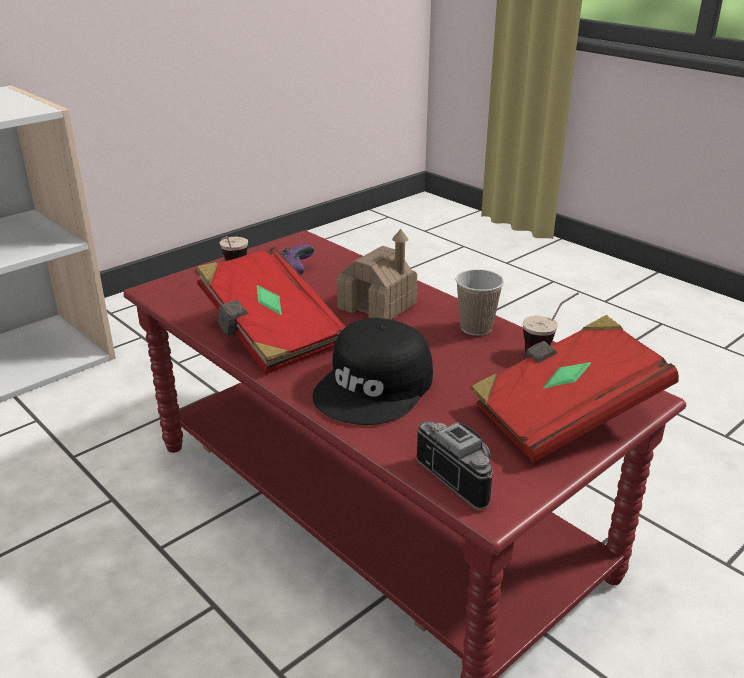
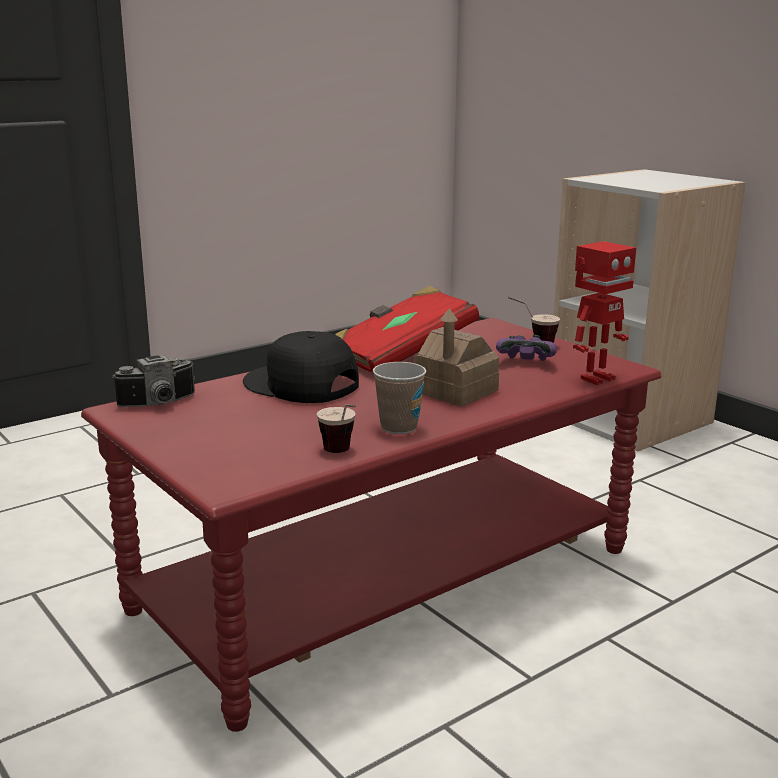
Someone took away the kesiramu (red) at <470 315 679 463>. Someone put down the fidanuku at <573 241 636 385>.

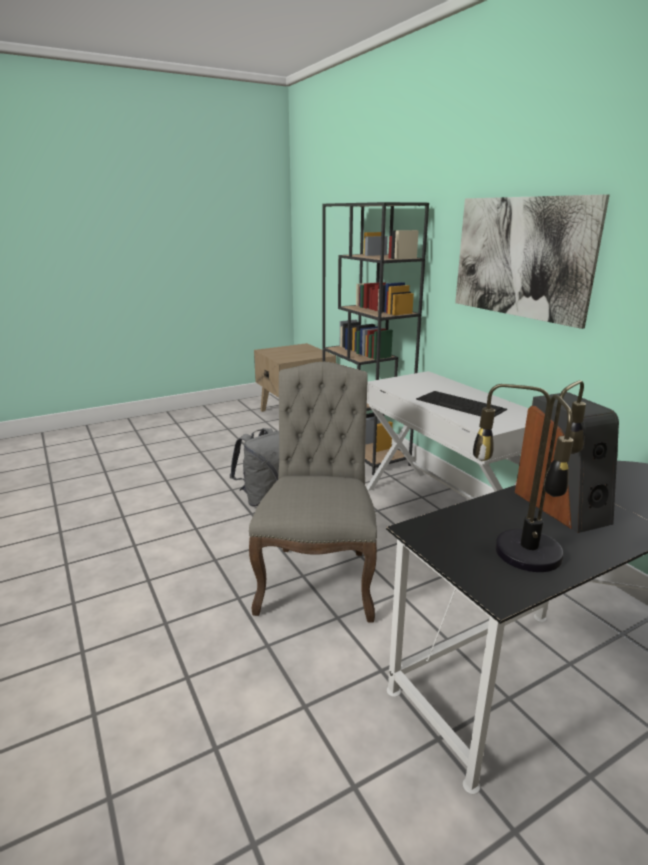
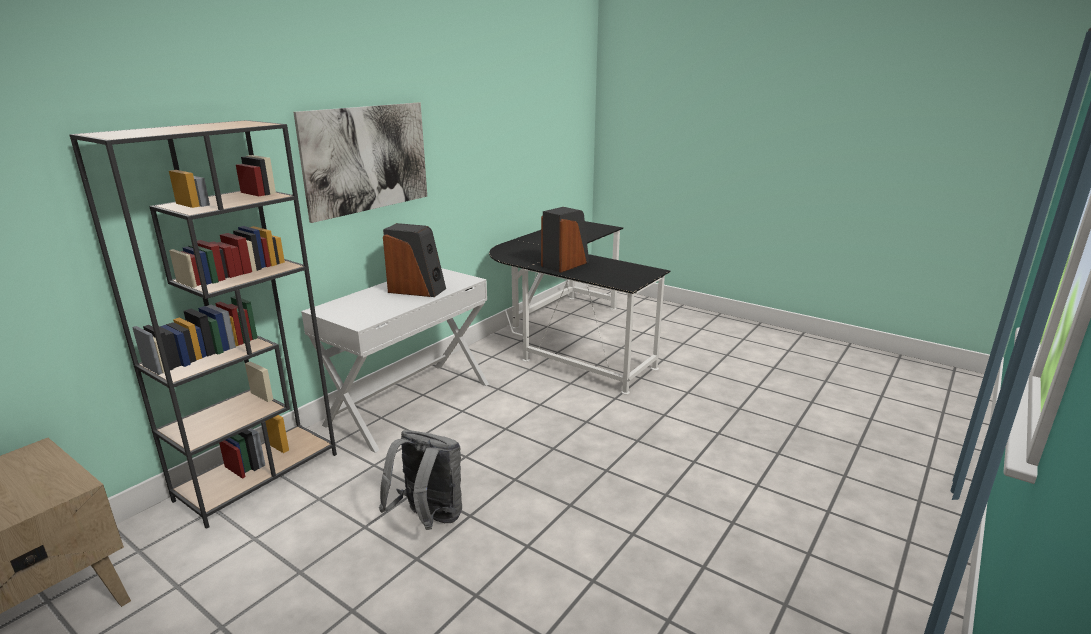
Someone took away the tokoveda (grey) at <249 361 377 623>. Someone took away the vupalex at <473 380 586 572>. Someone swapped the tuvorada at <416 391 507 417> for the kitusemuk at <383 223 446 297>.

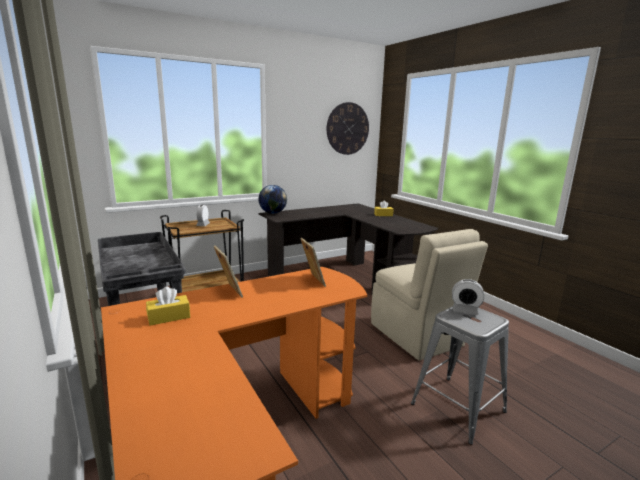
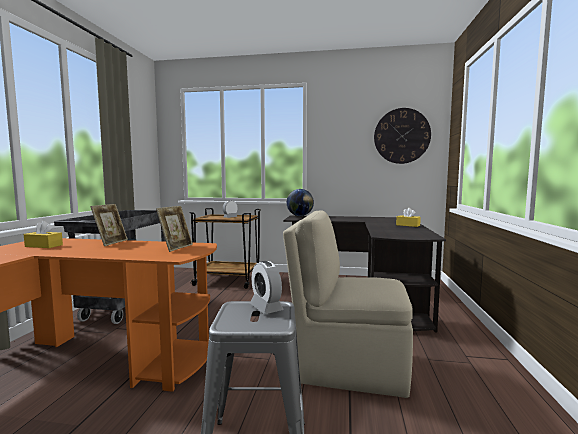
Someone rotated the tokoveda (beige) at <371 229 488 361> by 90 degrees clockwise.

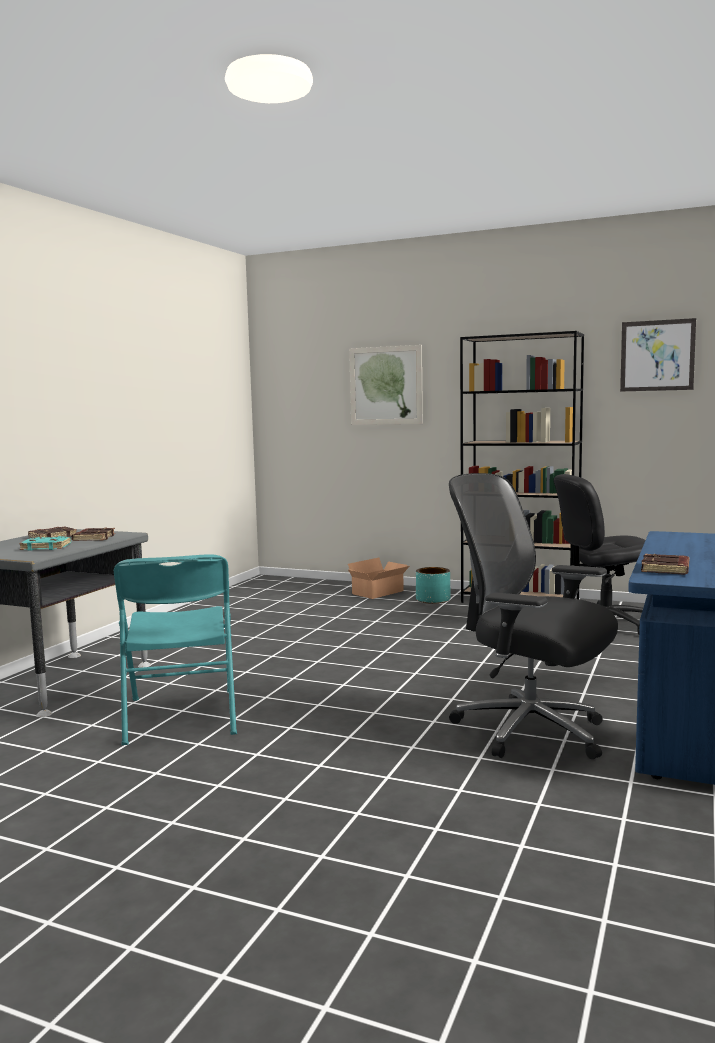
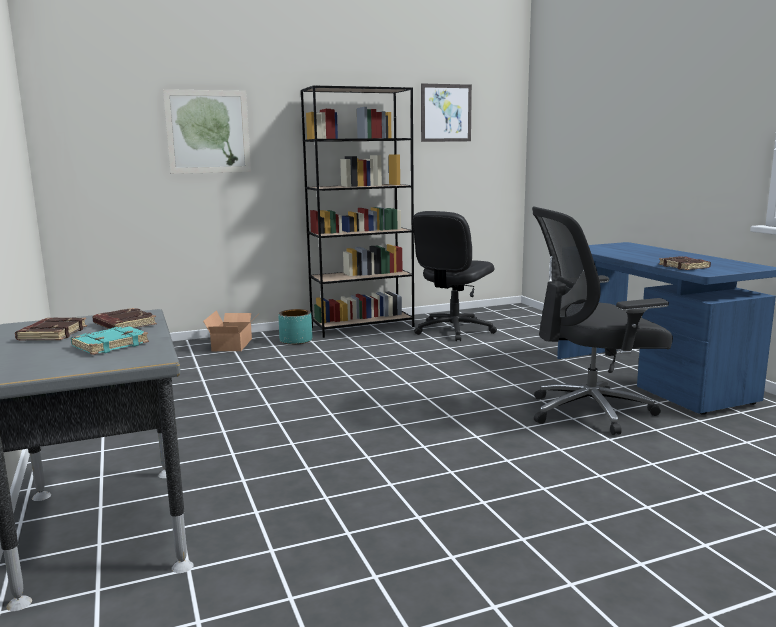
Someone took away the tokoveda (turquoise) at <114 554 237 745>.

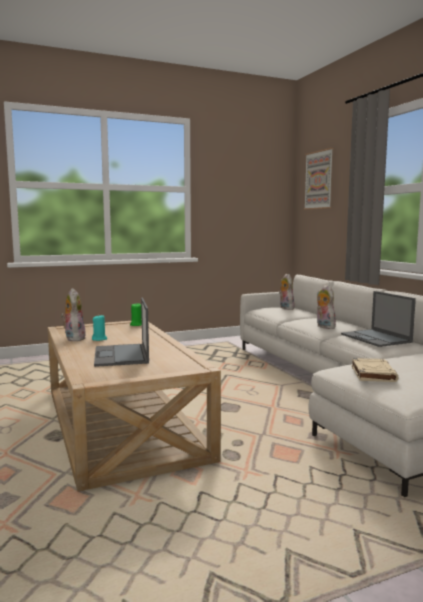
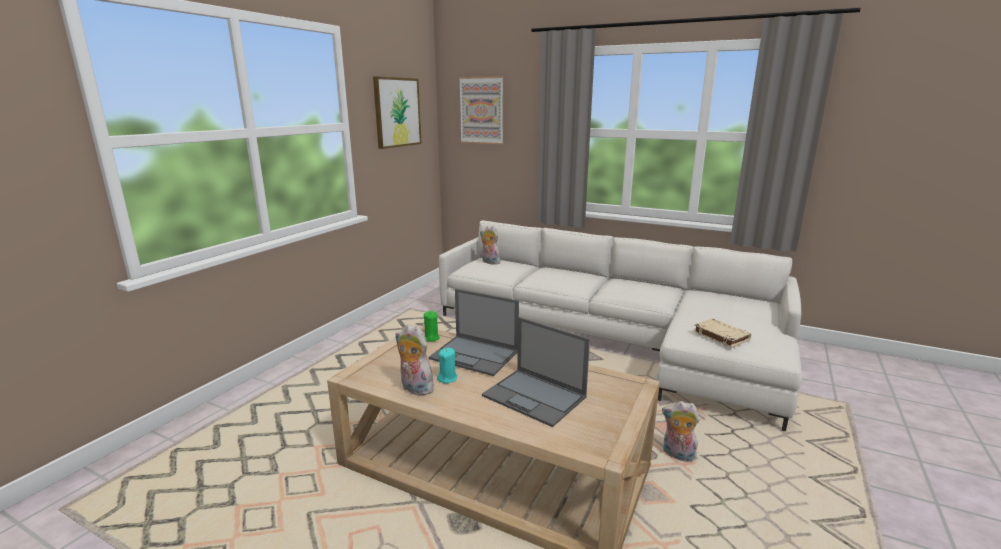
Someone carried the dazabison from <317 285 336 329> to <662 401 700 462>. Someone carried the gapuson from <341 291 416 347> to <428 289 519 376>. Someone put up the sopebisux at <373 76 422 149>.

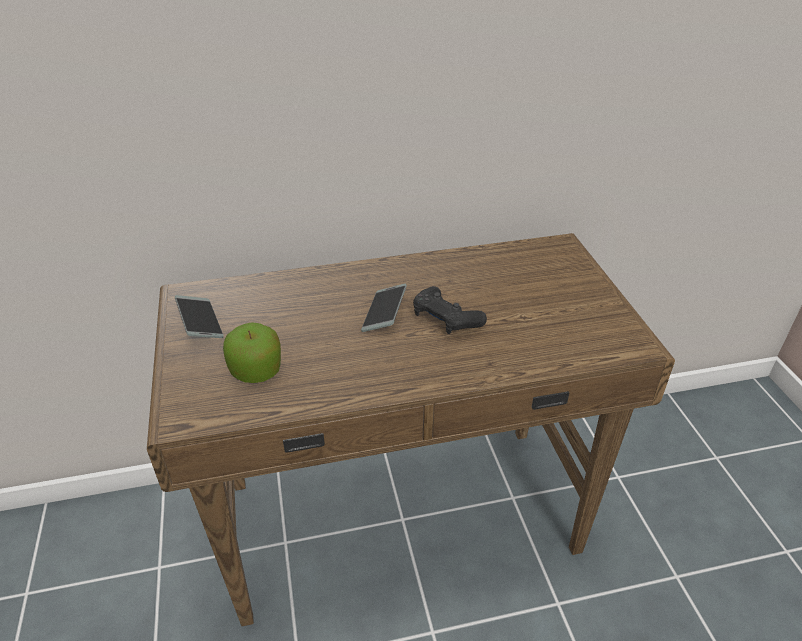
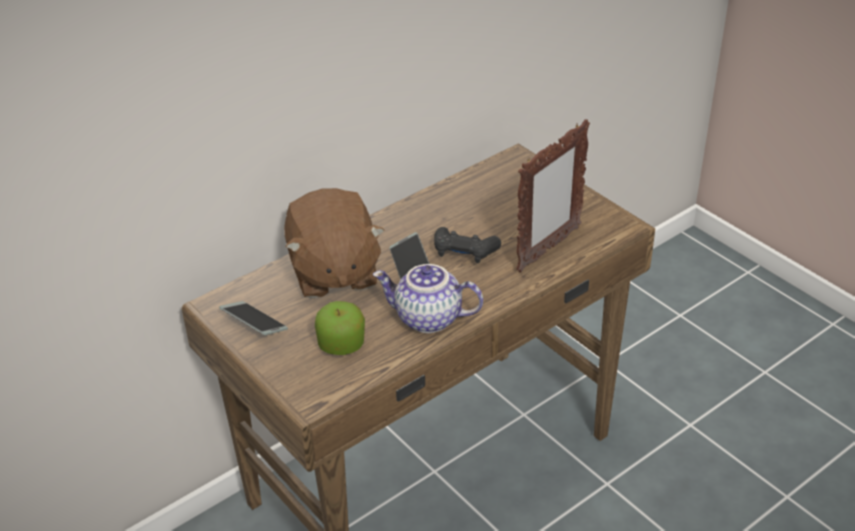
Someone put down the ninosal at <516 119 590 272>. Someone put down the dazabison (brown) at <284 188 385 298>. Someone put down the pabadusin at <373 264 483 333>.

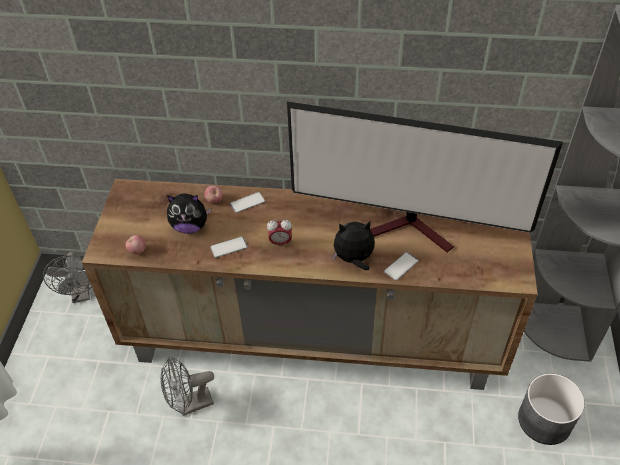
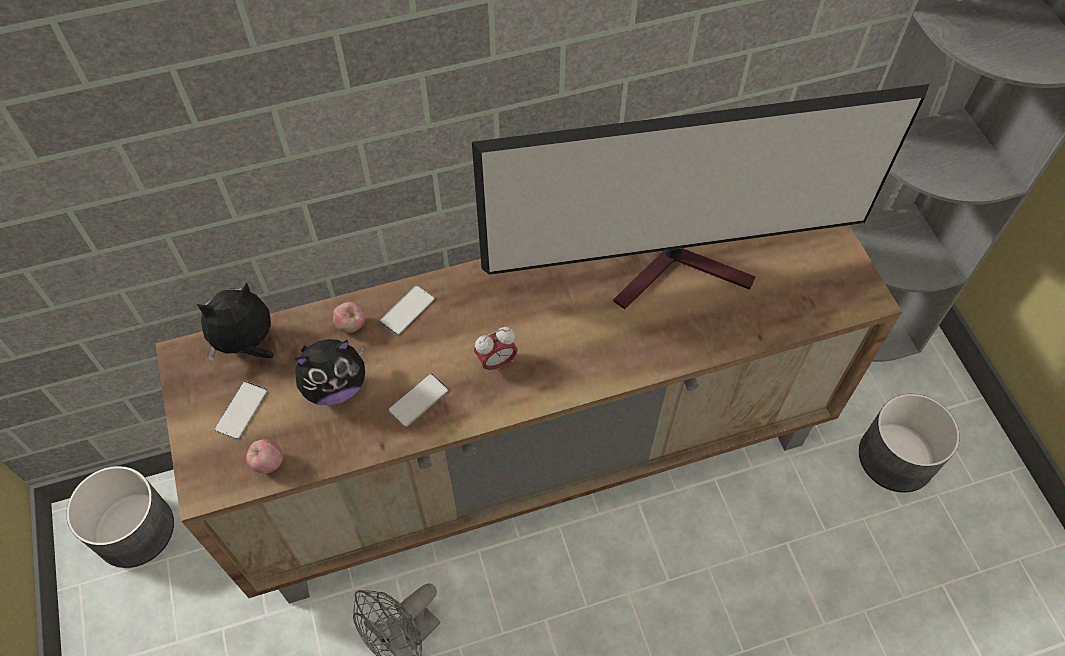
Someone carried the dazabison from <332 220 375 270> to <197 283 274 361>. Someone swapped the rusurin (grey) at <43 252 92 303> for the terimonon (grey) at <66 466 174 568>. Someone carried the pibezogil from <384 252 419 280> to <215 381 268 439>.

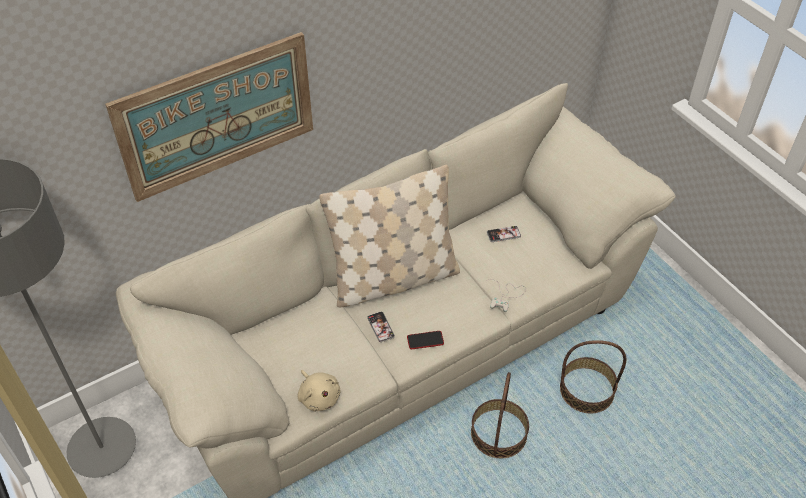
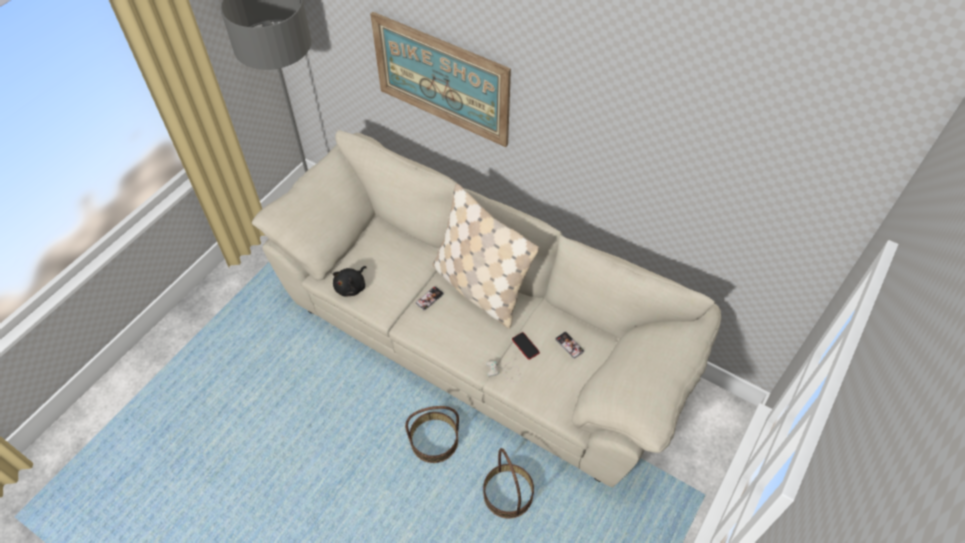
Someone carried the pibezogil from <407 331 444 349> to <512 332 540 360>. Someone repainted the dazabison (beige) at <298 370 341 411>, which became the dazabison (black) at <333 266 367 297>.

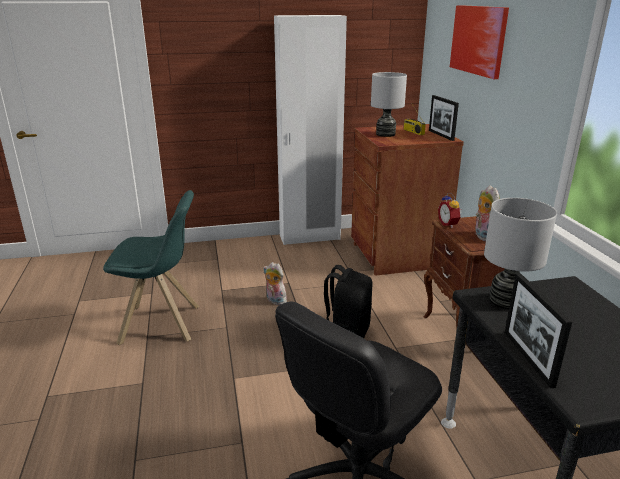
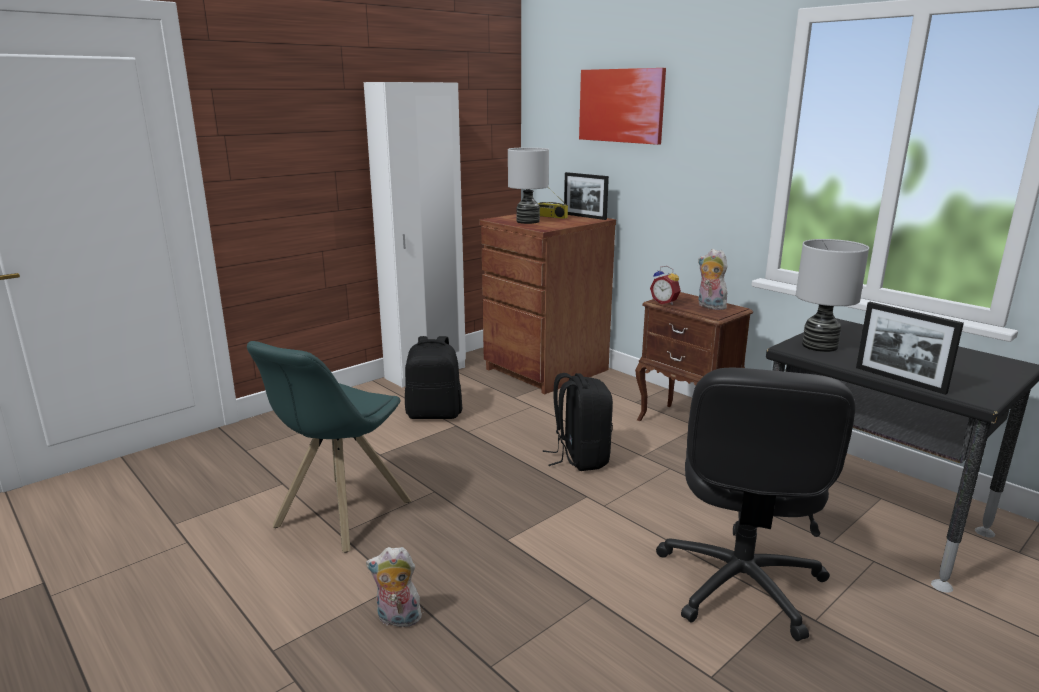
Someone rotated the tokoveda (turquoise) at <103 190 199 345> by 150 degrees clockwise. Someone carried the dazabison from <263 262 289 305> to <366 547 426 627>. Someone put down the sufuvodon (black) at <405 336 462 419>.

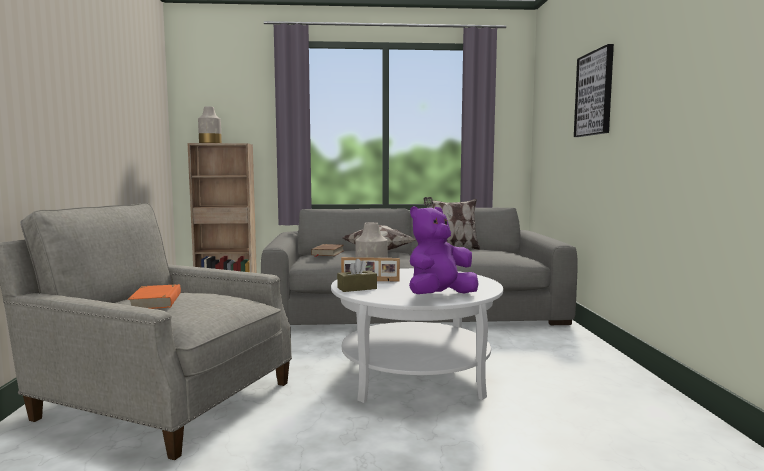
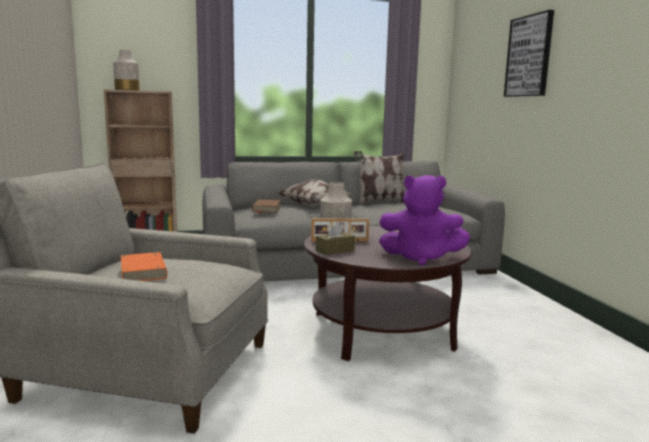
Someone rotated the dazabison (purple) at <409 206 479 294> by 120 degrees counterclockwise. Someone repainted the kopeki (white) at <331 268 503 403>, which became the kopeki (brown) at <304 226 472 361>.

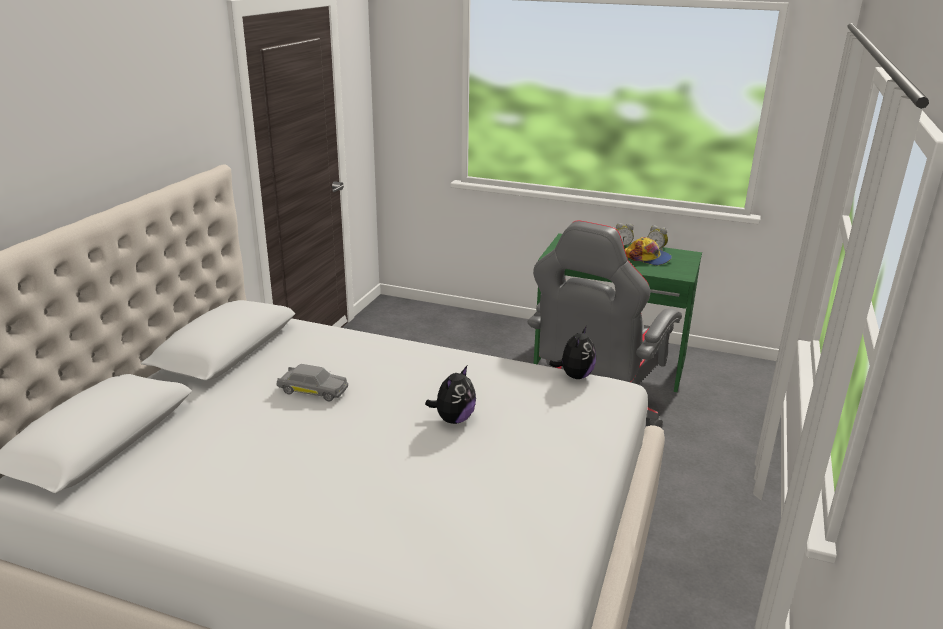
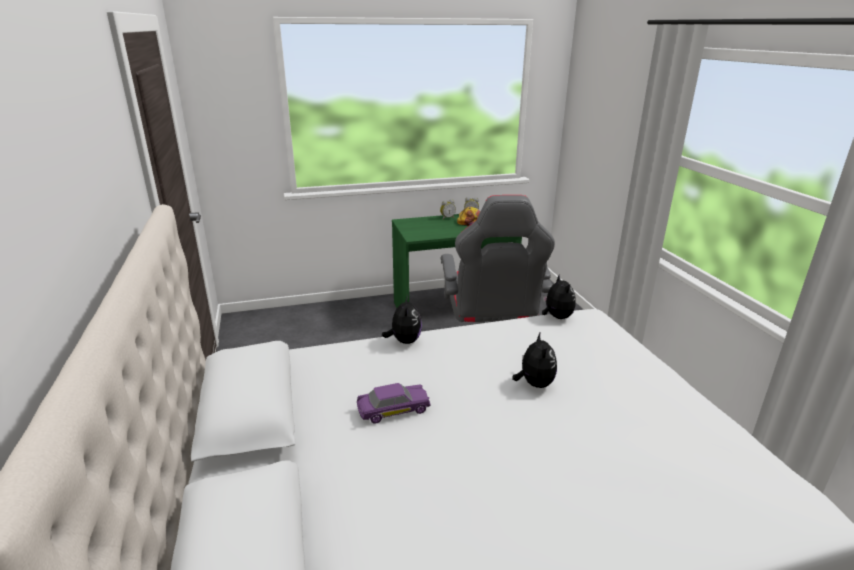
Someone repainted the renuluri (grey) at <277 364 348 402>, which became the renuluri (purple) at <357 383 431 424>. Someone put down the dazabison at <382 295 422 344>.

